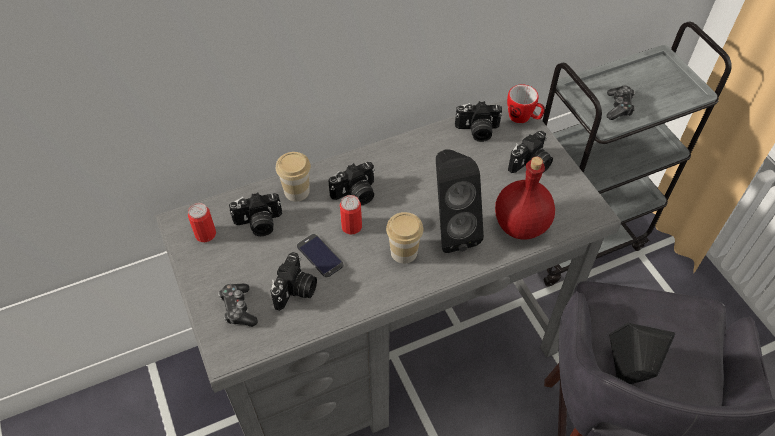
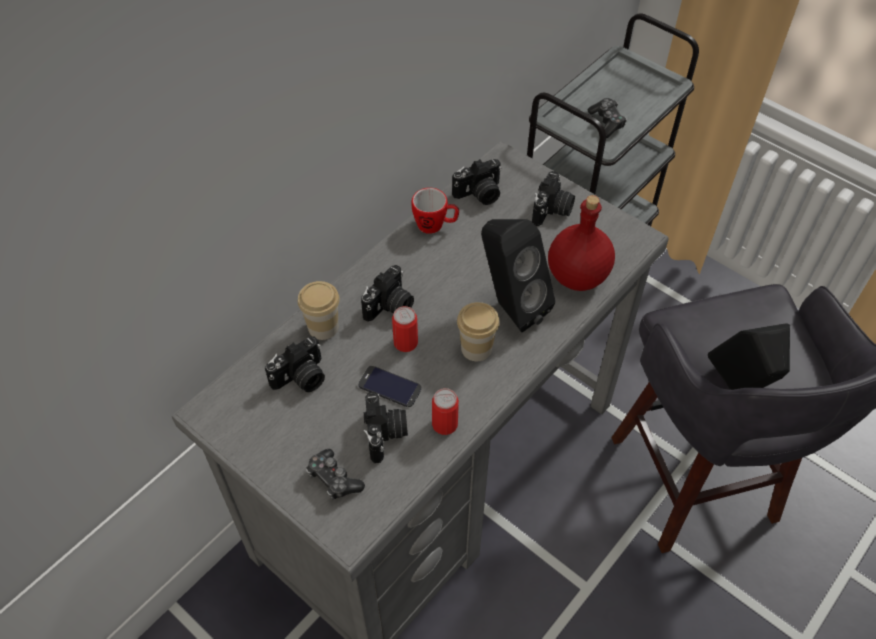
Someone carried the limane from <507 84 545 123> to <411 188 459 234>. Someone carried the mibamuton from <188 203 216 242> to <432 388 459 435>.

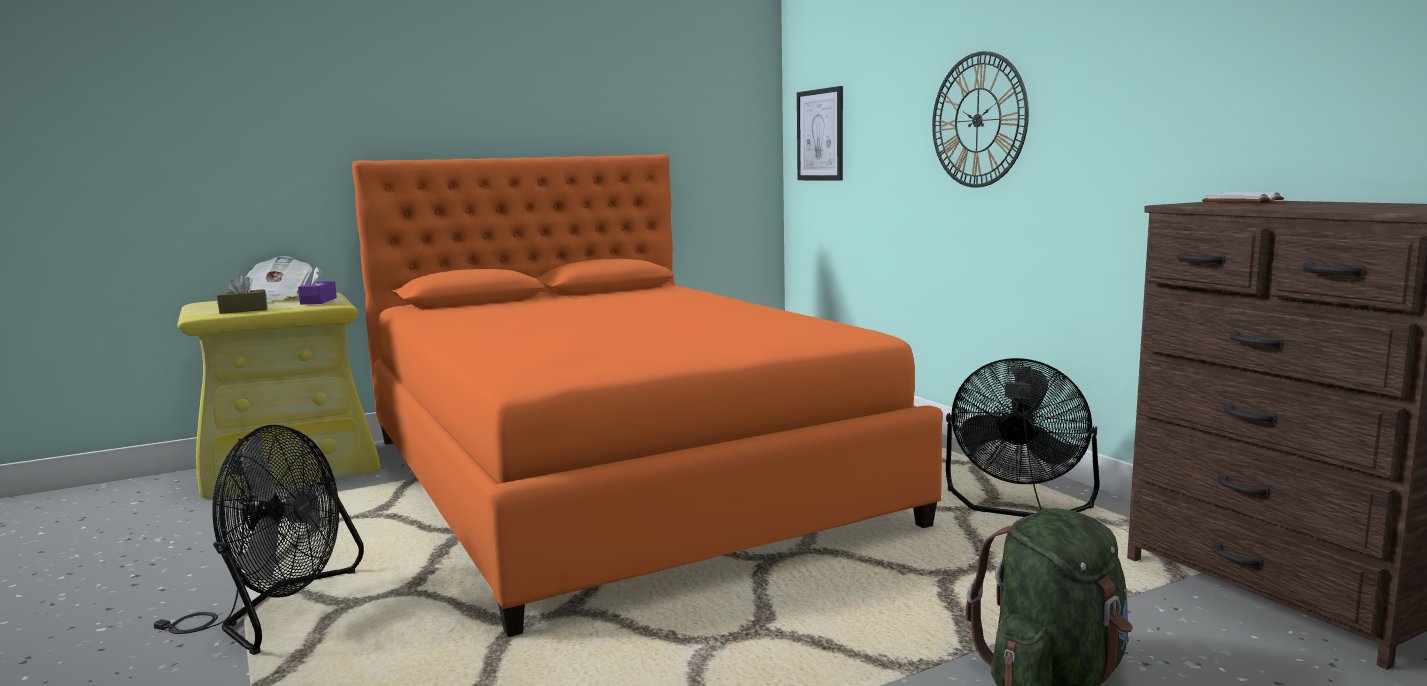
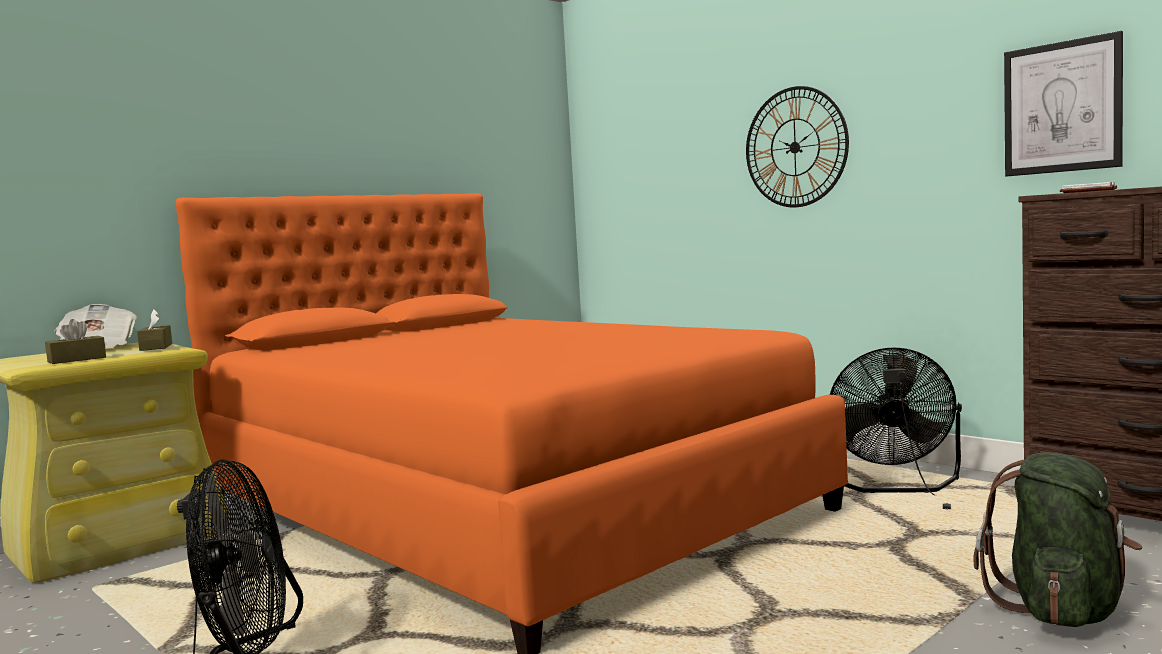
Someone carried the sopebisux from <797 86 843 181> to <1004 31 1123 177>. Someone repainted the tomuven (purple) at <298 267 337 305>, which became the tomuven (brown) at <137 309 172 351>.

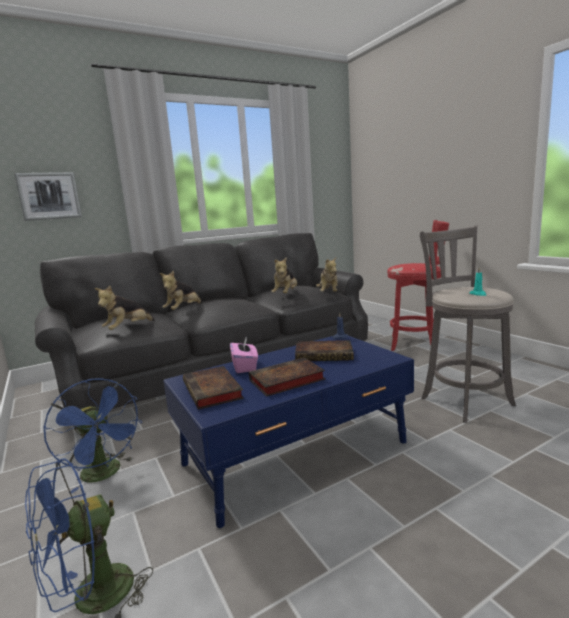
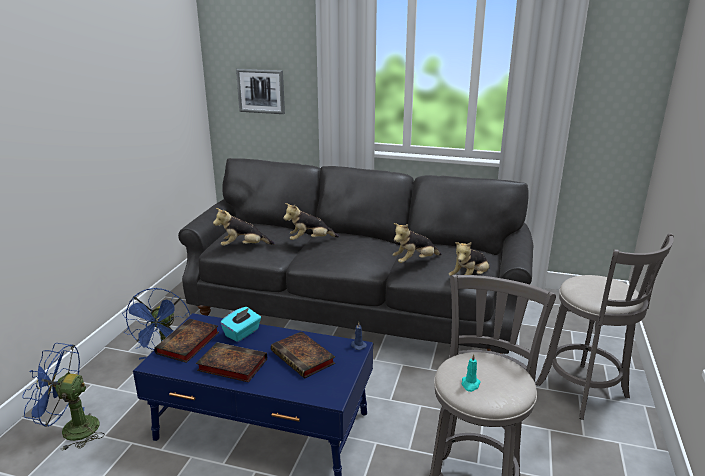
Someone repainted the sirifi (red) at <387 220 449 351>, which became the sirifi (grey) at <536 233 674 420>. Someone repainted the tomuven (pink) at <230 338 258 373>, which became the tomuven (turquoise) at <220 307 261 342>.

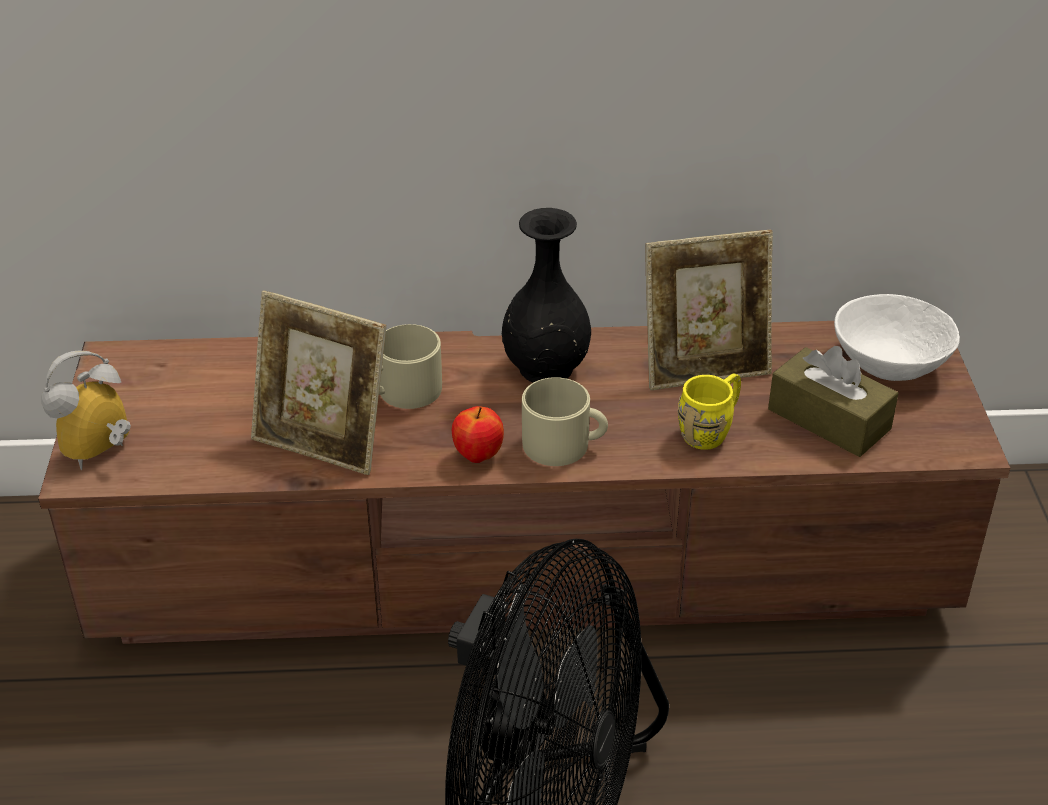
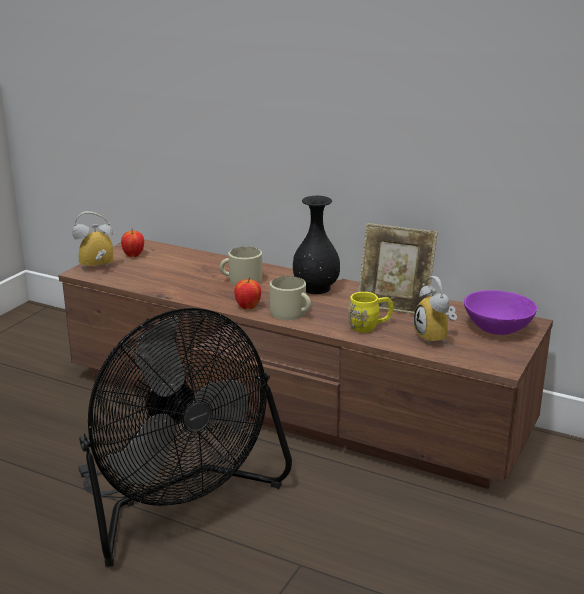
Someone took away the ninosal at <251 290 386 475>. Someone repainted the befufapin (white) at <834 294 960 381>, which became the befufapin (purple) at <464 290 537 335>. Someone swapped the tomuven (brown) at <768 346 899 457> for the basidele at <414 276 457 345>. Someone put down the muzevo at <121 231 144 257>.

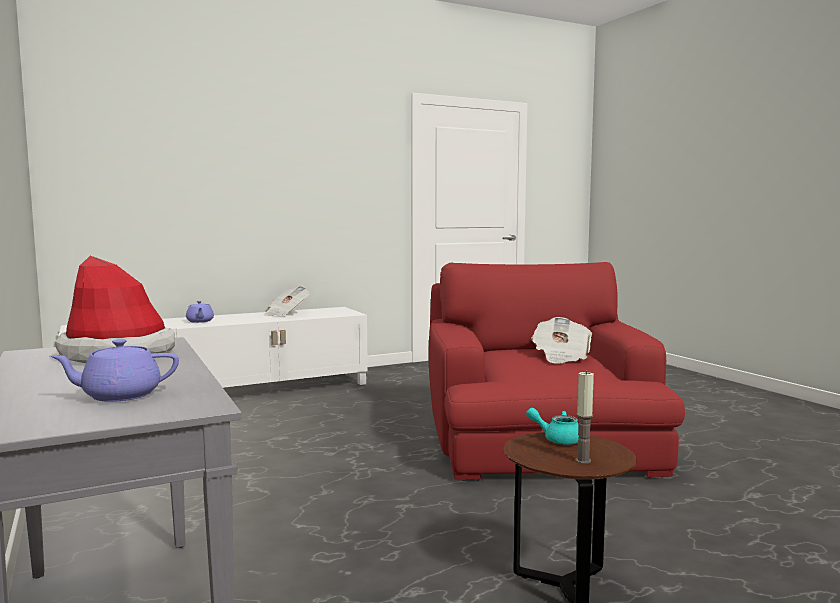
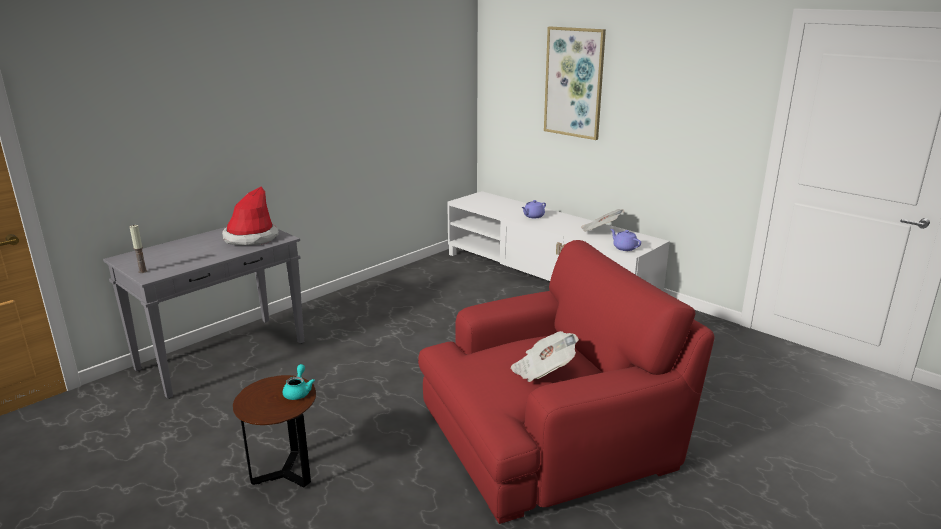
Someone carried the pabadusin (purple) from <50 339 179 402> to <611 229 641 251>. Someone carried the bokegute from <575 371 594 464> to <130 225 147 273>. Someone put up the sopebisux at <544 27 606 140>.

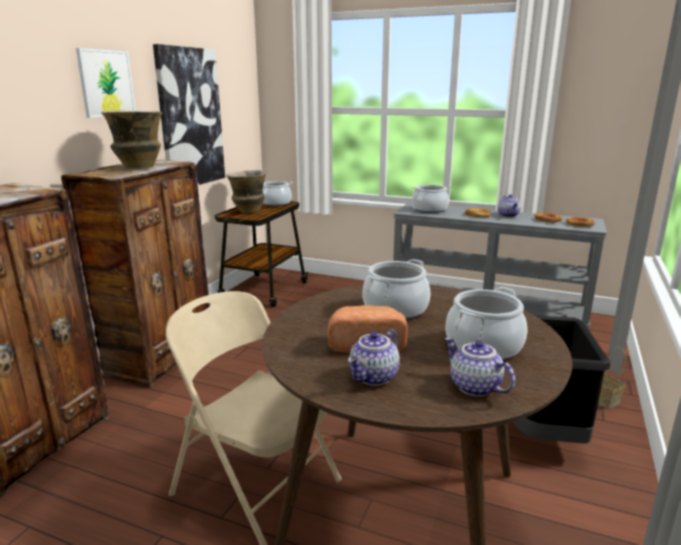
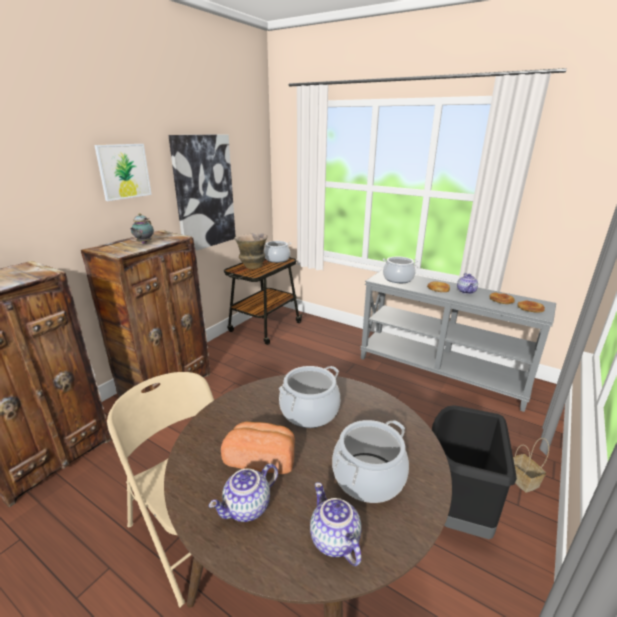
Someone swapped the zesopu at <101 111 162 169> for the pabadusin at <130 213 154 244>.

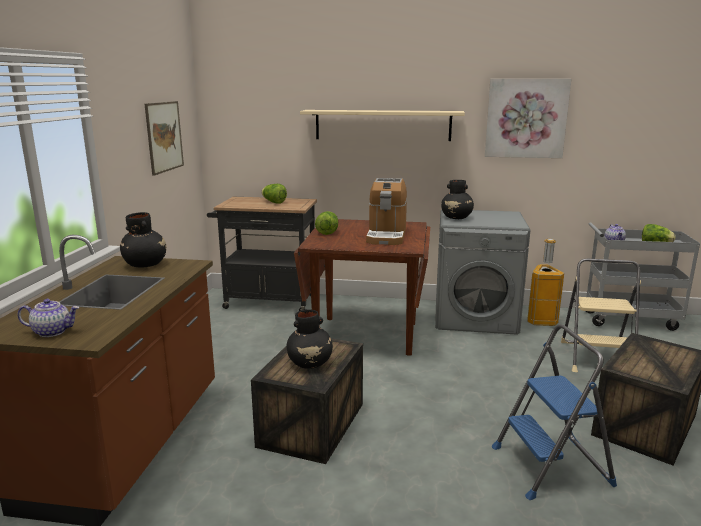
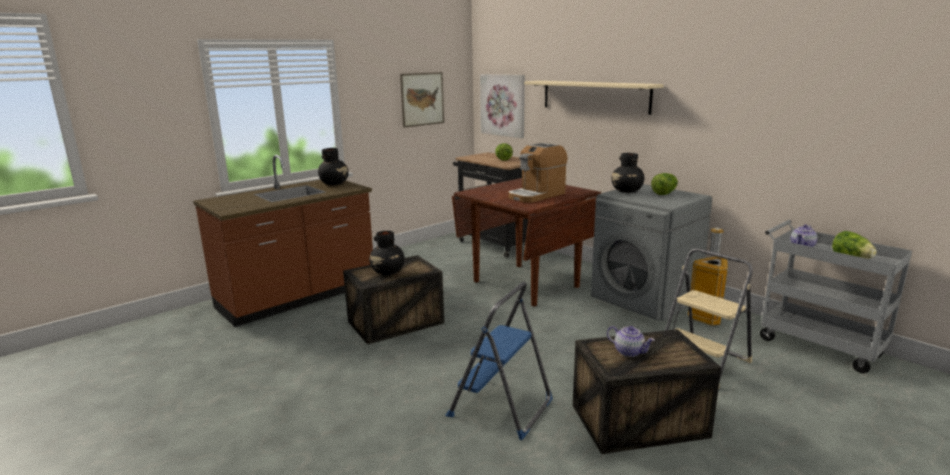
Someone carried the sopebisux from <485 79 571 158> to <480 74 525 138>. Someone carried the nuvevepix from <315 211 338 235> to <651 173 678 195>. Someone carried the pabadusin from <18 299 79 337> to <607 326 655 357>.

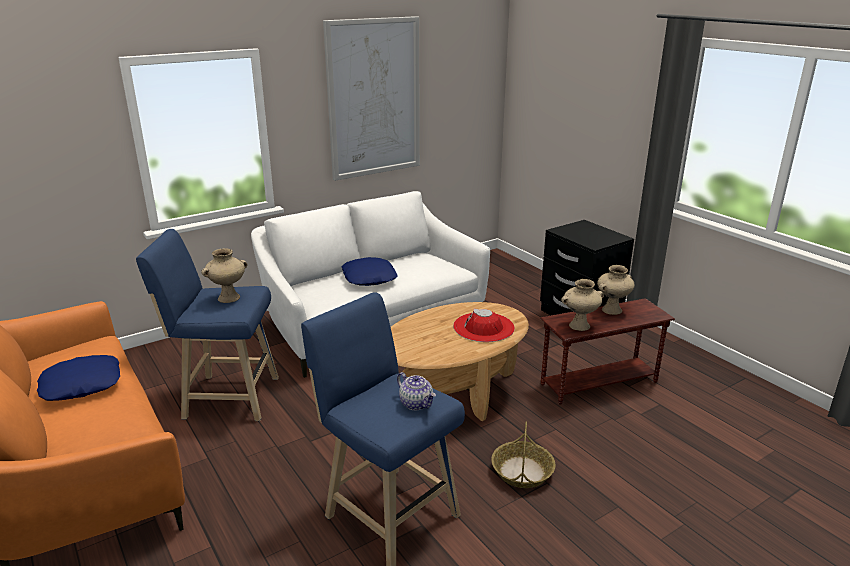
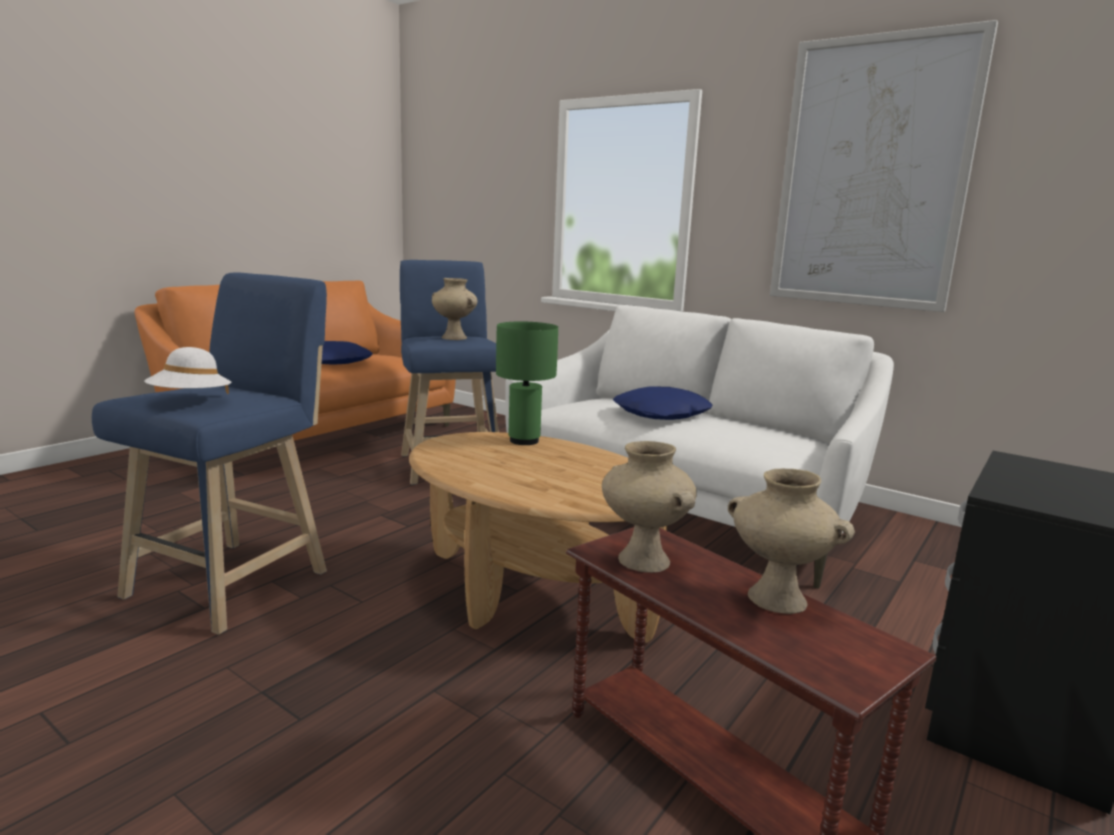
Someone took away the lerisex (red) at <453 309 515 342>. Someone swapped the pabadusin at <397 372 436 410> for the lerisex (white) at <144 347 231 394>. Someone took away the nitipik at <491 422 556 488>. Someone put down the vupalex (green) at <496 322 558 445>.

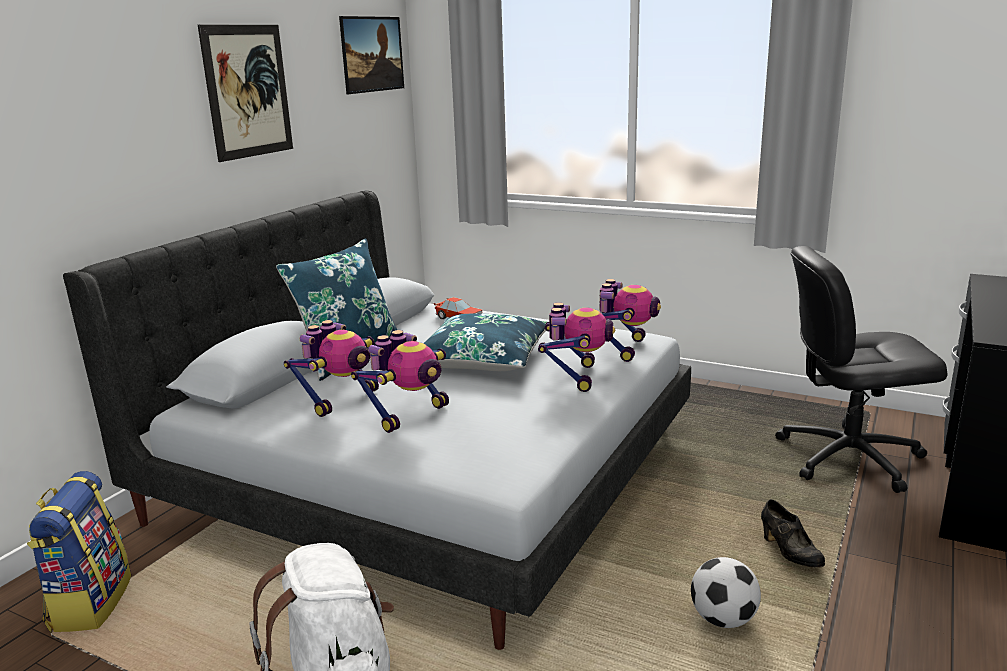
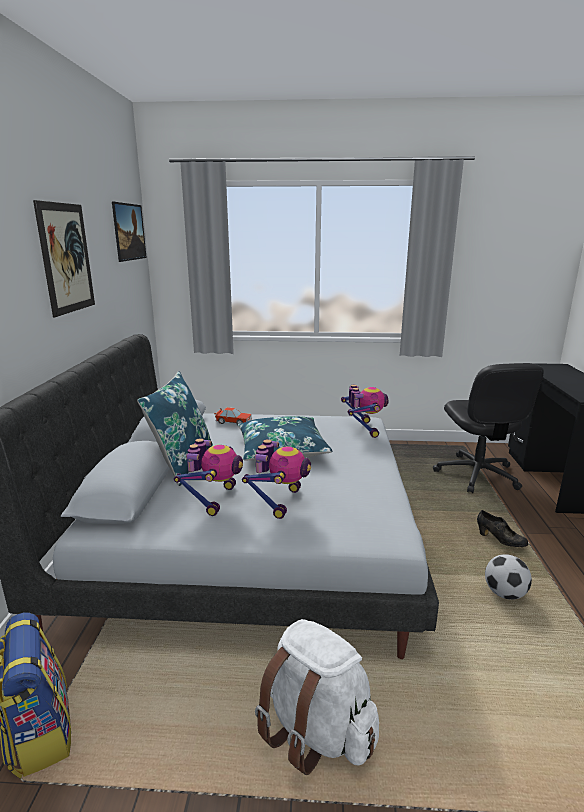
Someone rotated the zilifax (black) at <775 246 947 493> by 75 degrees counterclockwise. Someone took away the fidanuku at <538 302 615 392>.

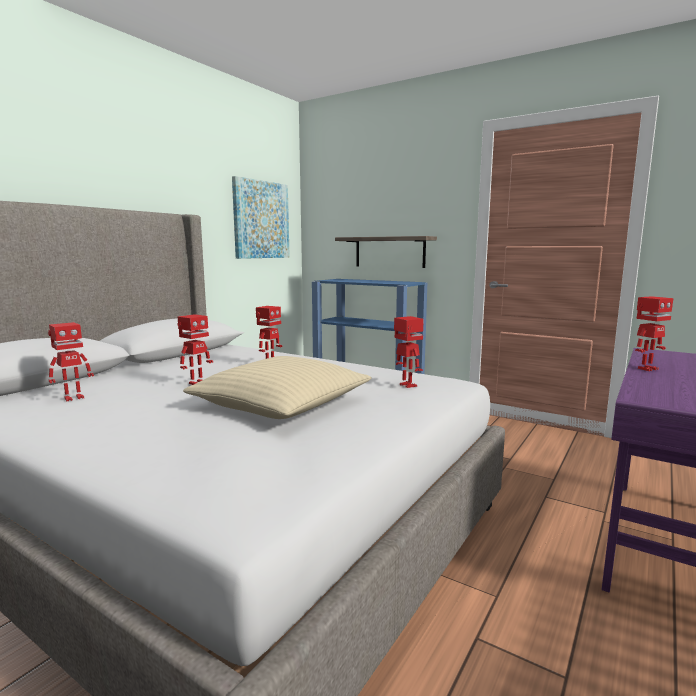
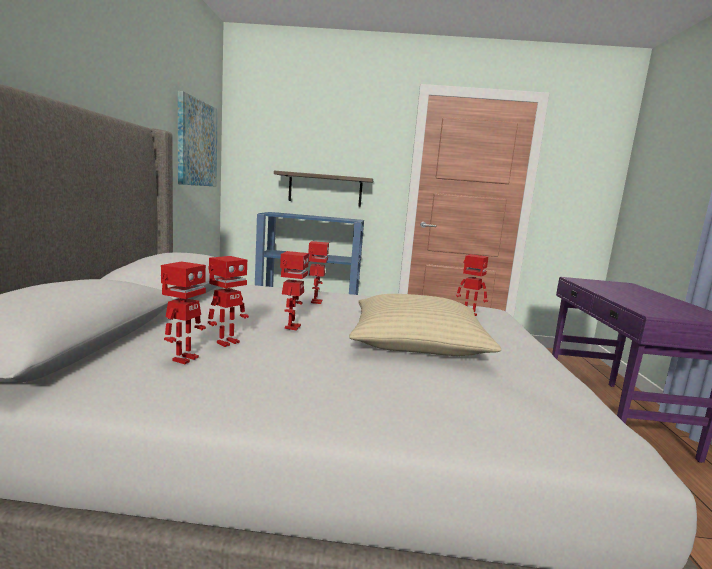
Someone carried the fidanuku from <635 296 674 371> to <208 256 249 347>.

